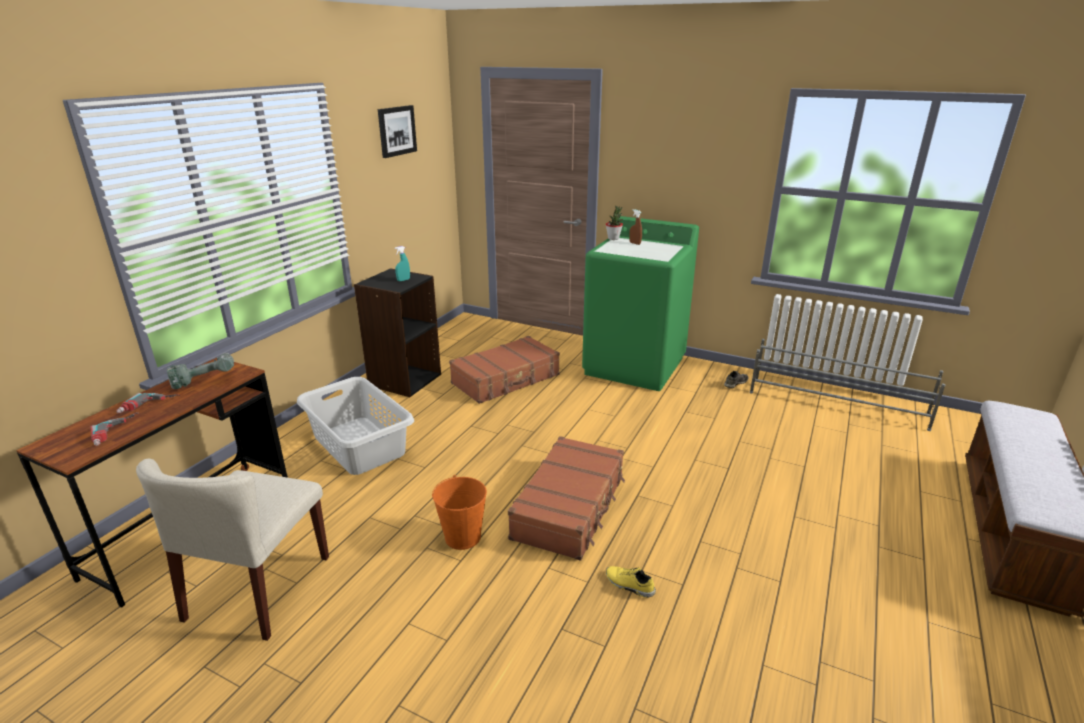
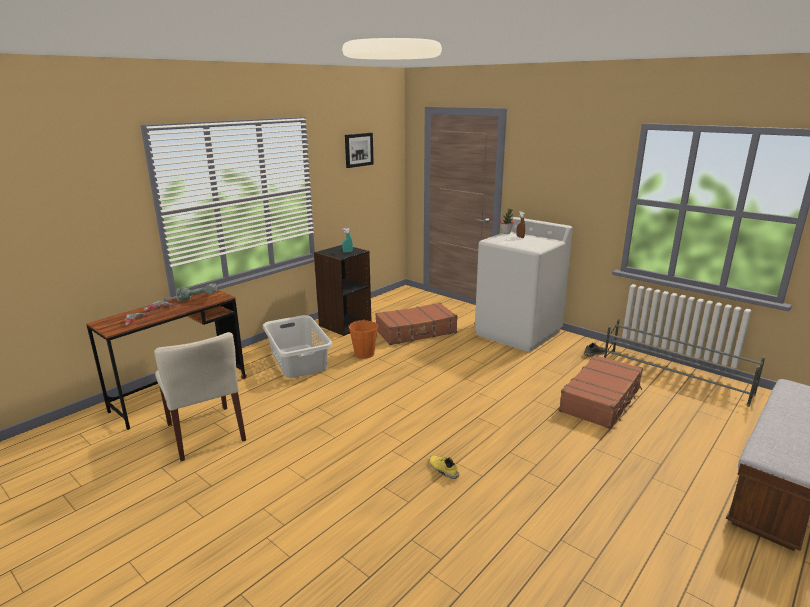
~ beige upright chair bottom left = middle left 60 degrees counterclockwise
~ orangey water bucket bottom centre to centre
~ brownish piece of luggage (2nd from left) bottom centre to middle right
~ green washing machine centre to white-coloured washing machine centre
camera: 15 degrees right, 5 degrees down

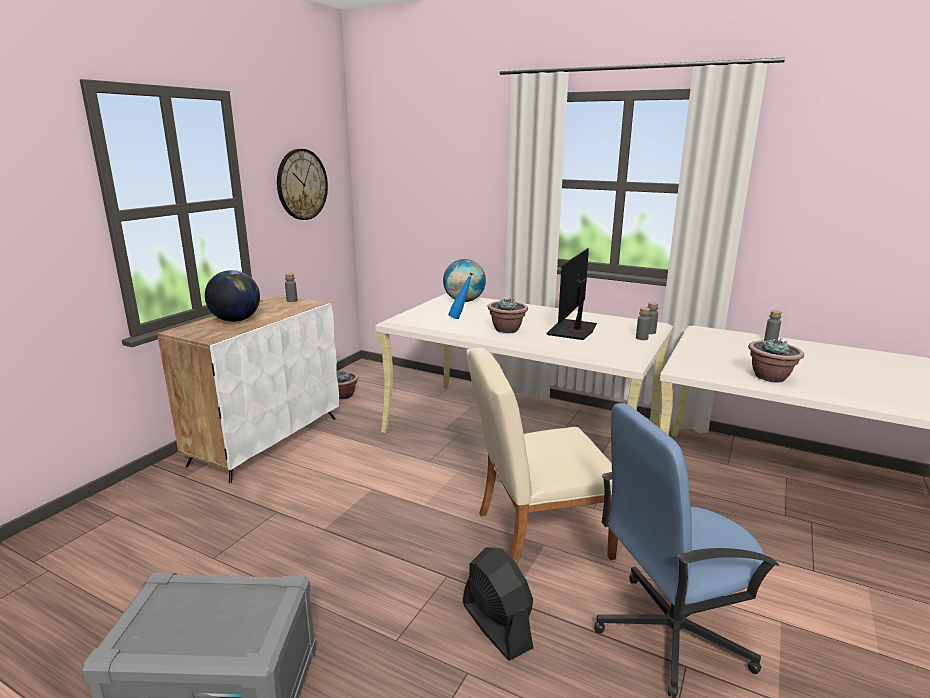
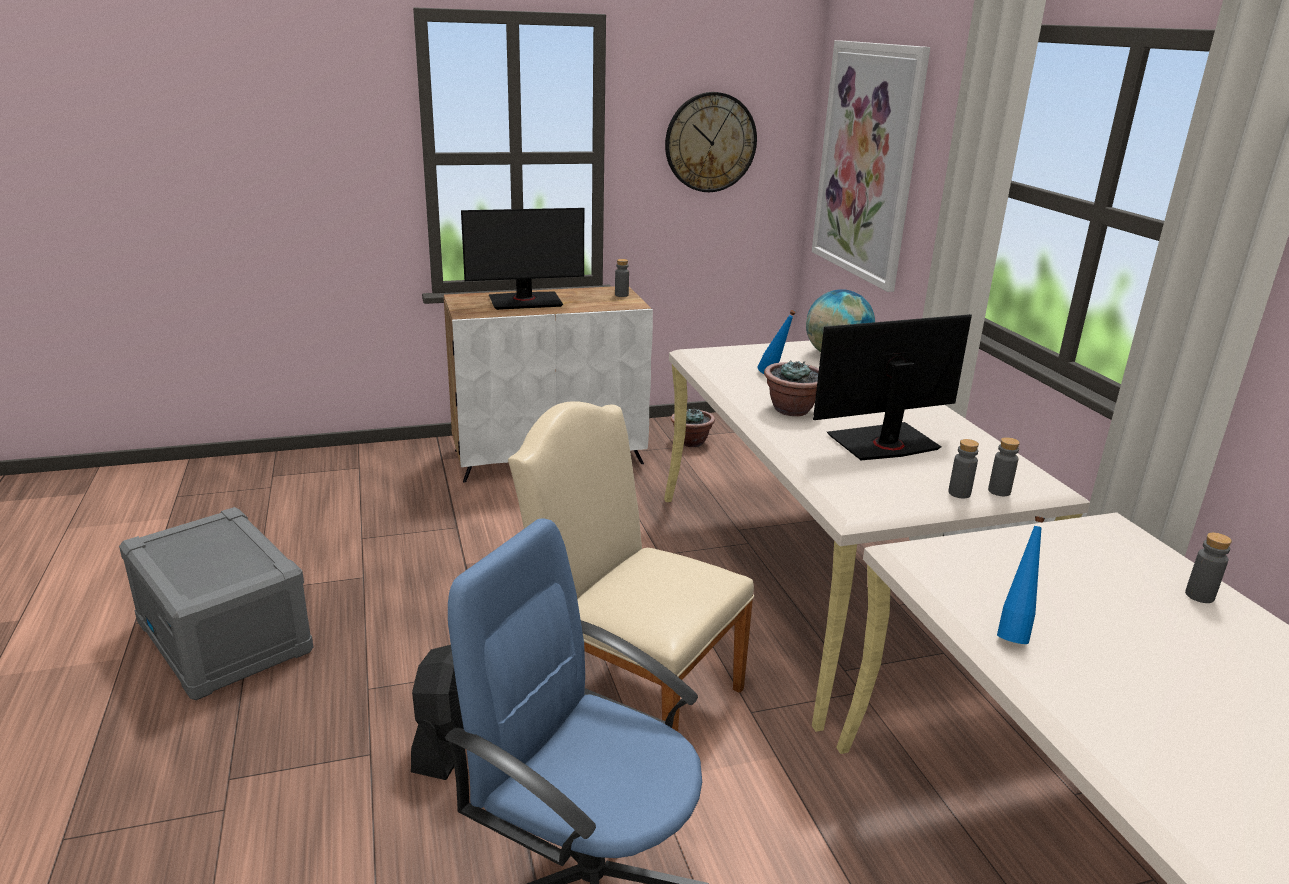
~ desk globe (1st from left) middle left to monitor (1st from left) top centre
~ plant in a pot (3rd from left) middle right to bluish bottle (2nd from left) middle right
+ wall picture top right
camera: 45 degrees right, 5 degrees up

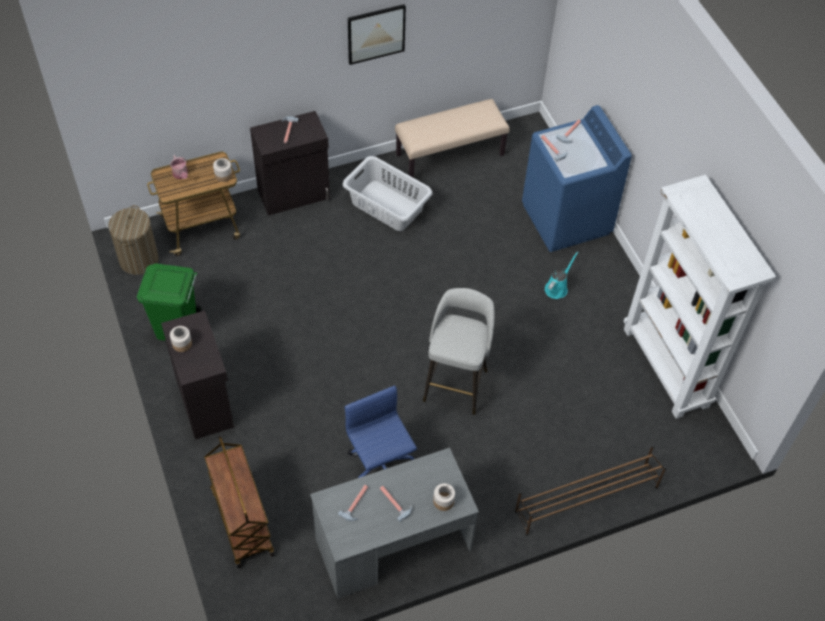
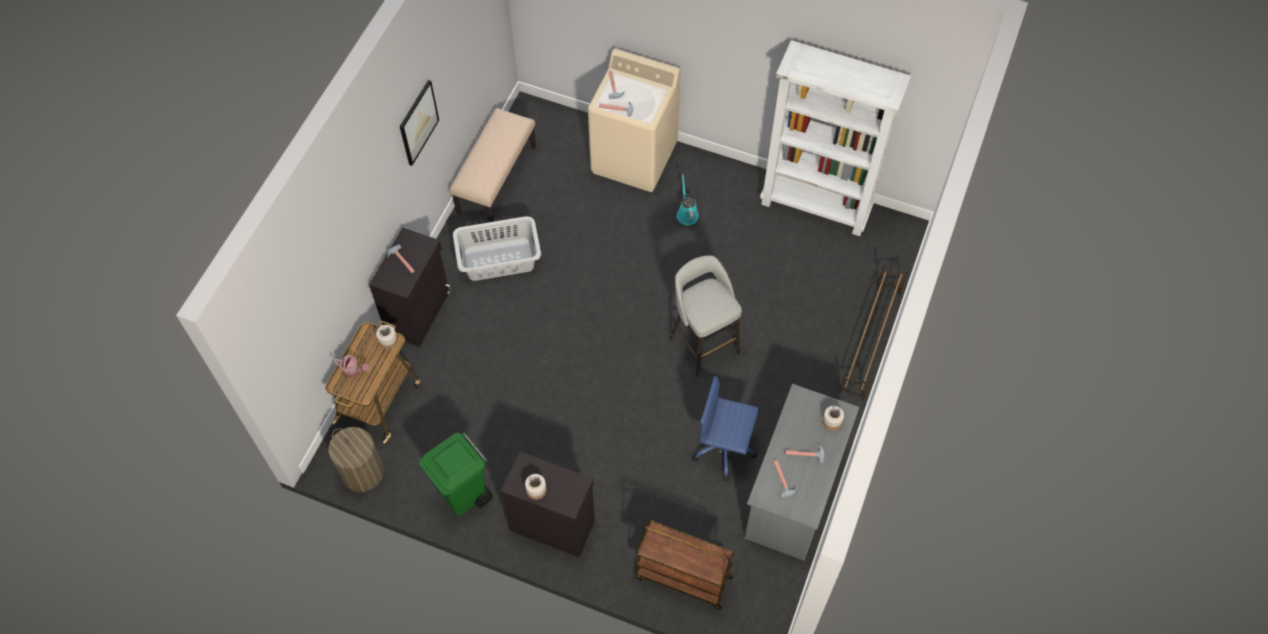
~ bluish washing machine top right to beige washing machine top centre
camera: 45 degrees left, 5 degrees up

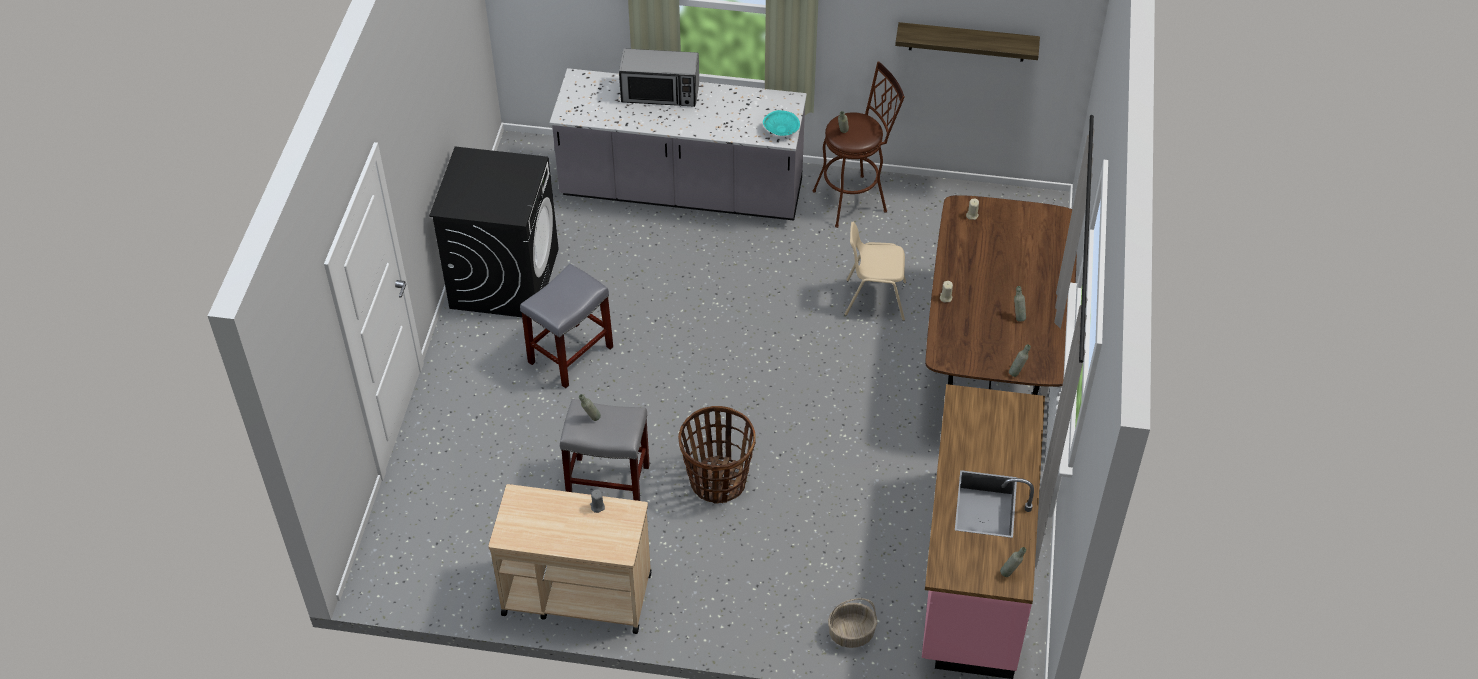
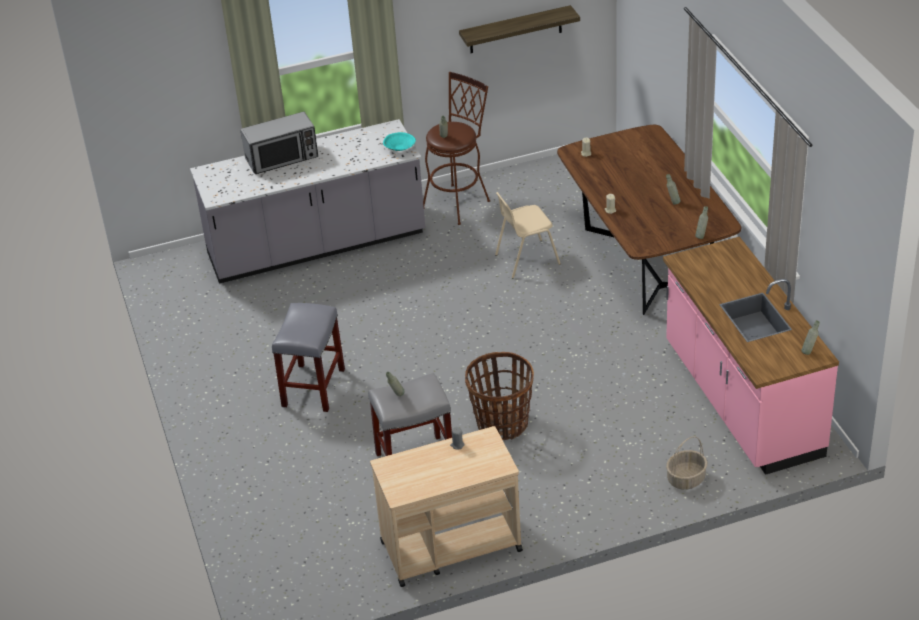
- black washing machine centre
camera: 25 degrees left, 10 degrees down

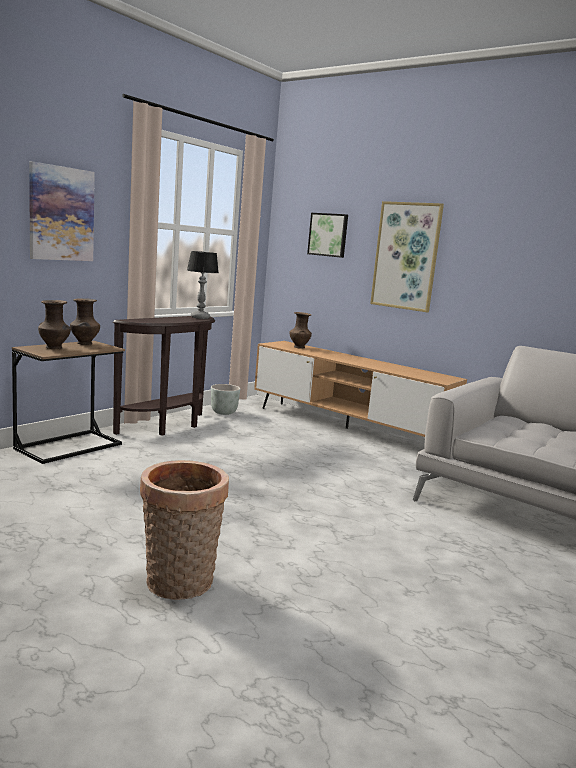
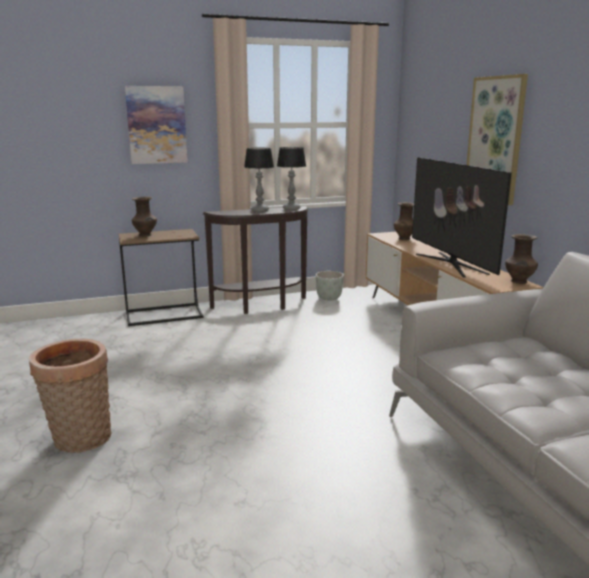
~ brownish decorative vase (2nd from left in the first image) middle left to brownish decorative vase (3rd from left) middle right
- wall picture (2nd from left) top centre
+ lamp for a table (1st from left) top centre
+ television middle right
camera: 35 degrees right, 5 degrees up

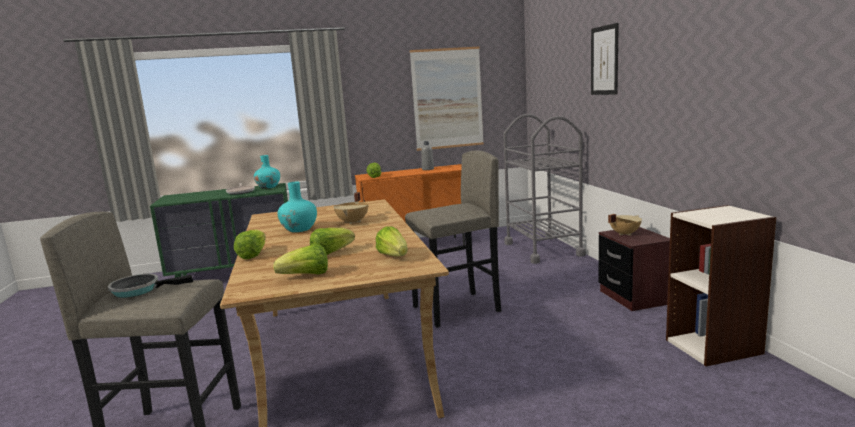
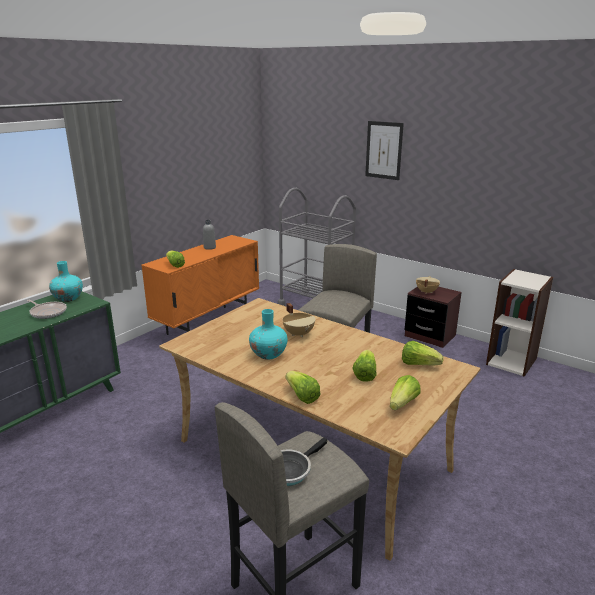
- wall picture (1st from left) top centre
camera: 40 degrees left, 10 degrees up

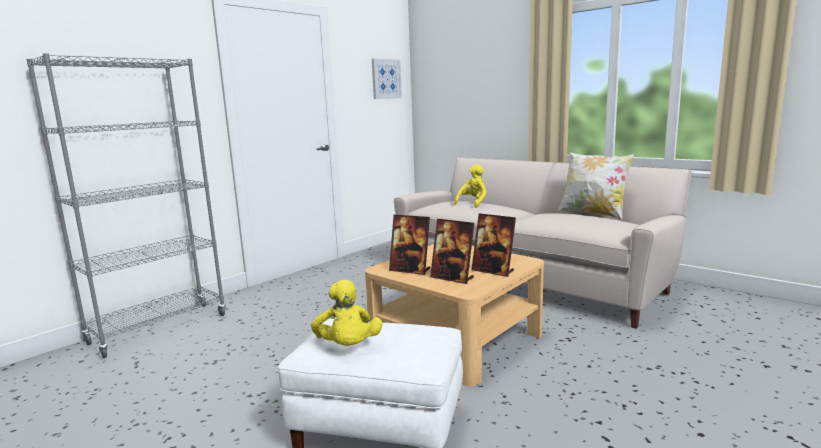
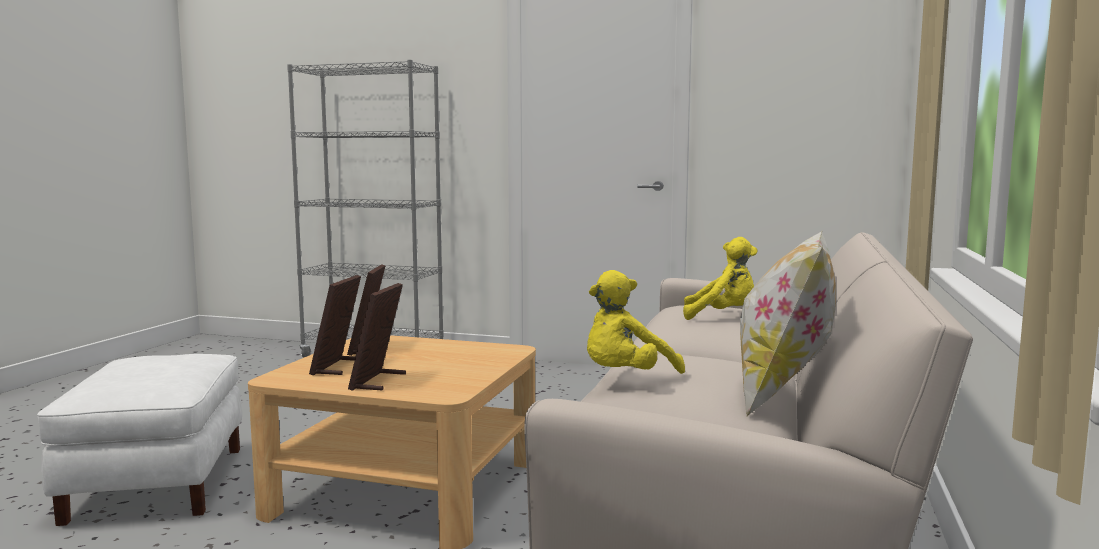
~ yellow cuddly toy (1st from left) bottom centre to centre
- wall picture top centre
camera: 65 degrees right, 5 degrees down

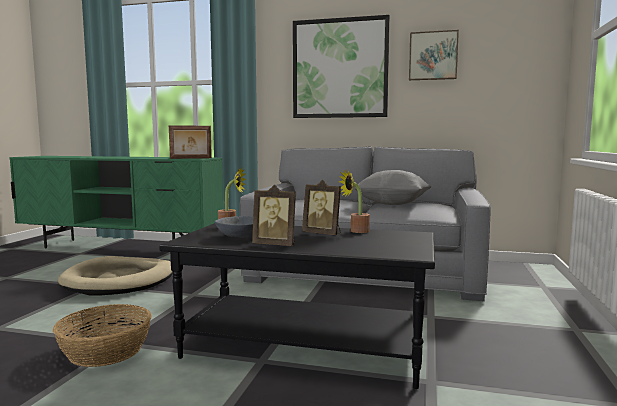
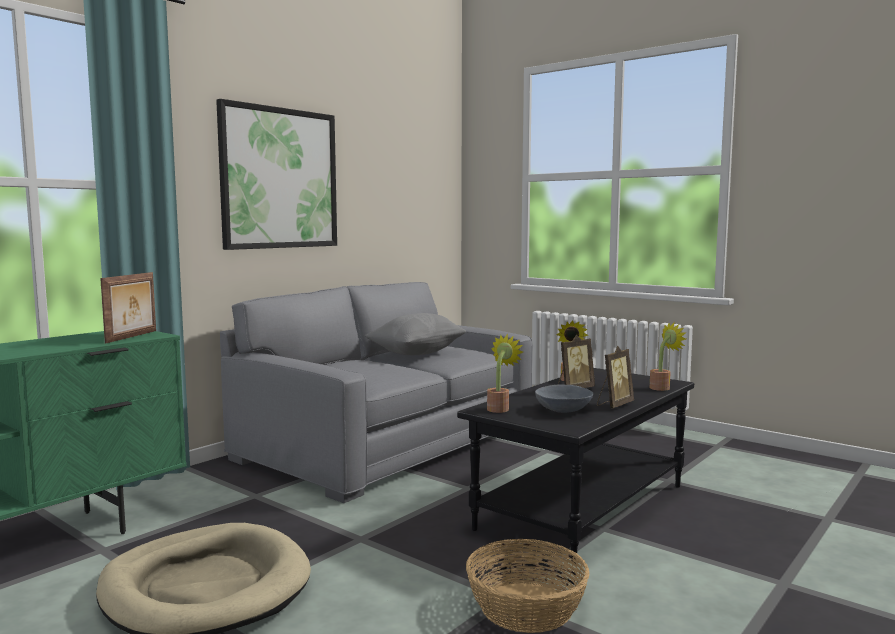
- wall picture (2nd from left) top right
+ plant in a pot (3rd from left) middle right
camera: 65 degrees left, 0 degrees up

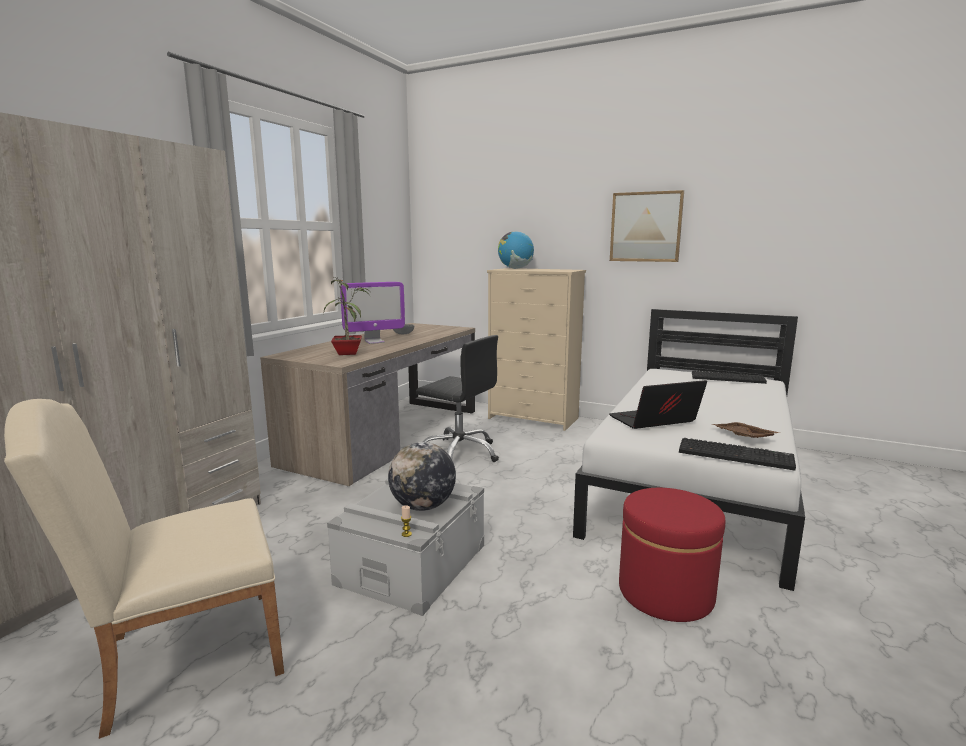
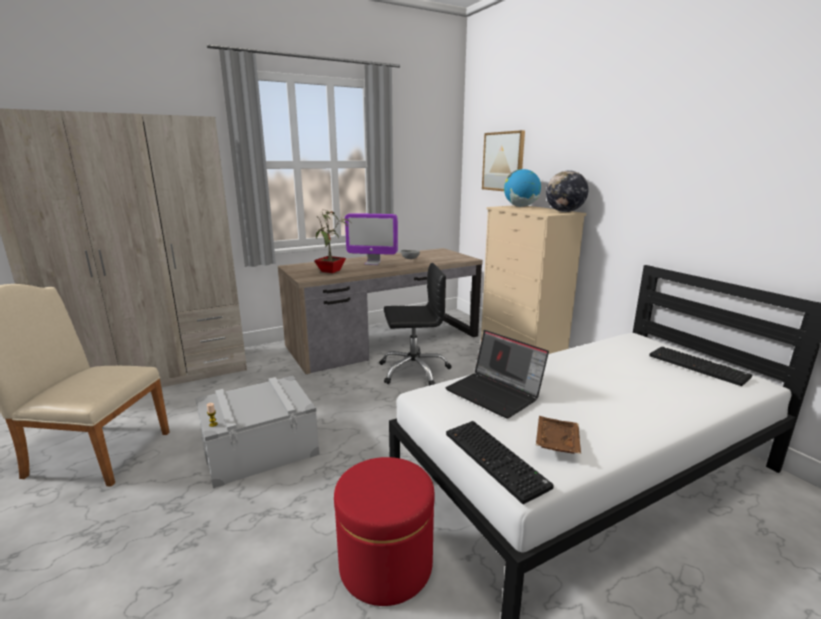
~ desk globe (1st from left in the first image) centre to desk globe (2nd from left) top right
~ black office chair centre = centre 75 degrees counterclockwise
~ notebook computer middle right = centre 150 degrees counterclockwise
~ wall picture top right to top centre
camera: 35 degrees right, 5 degrees up

